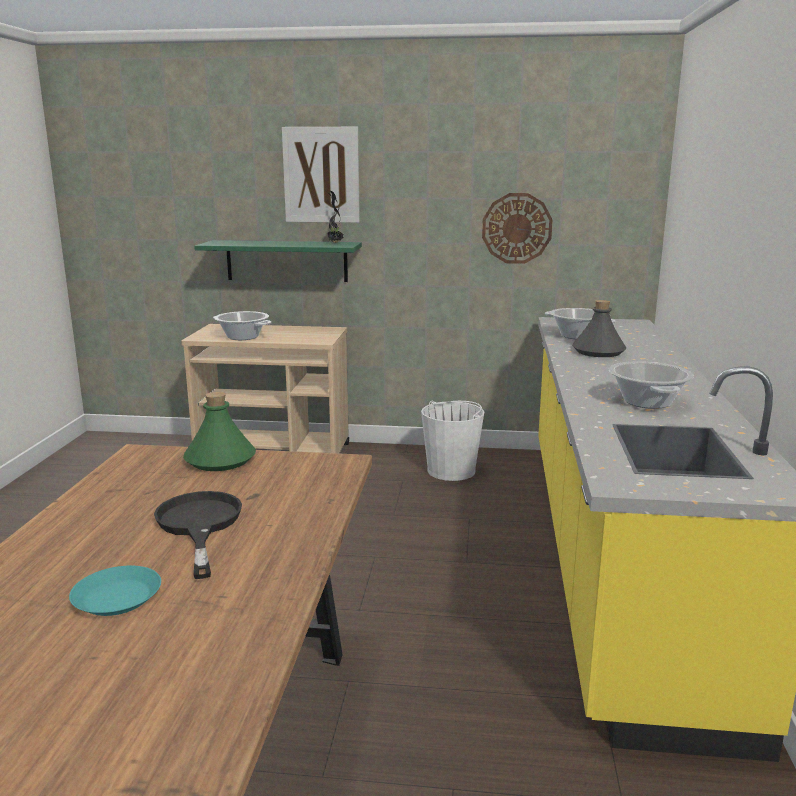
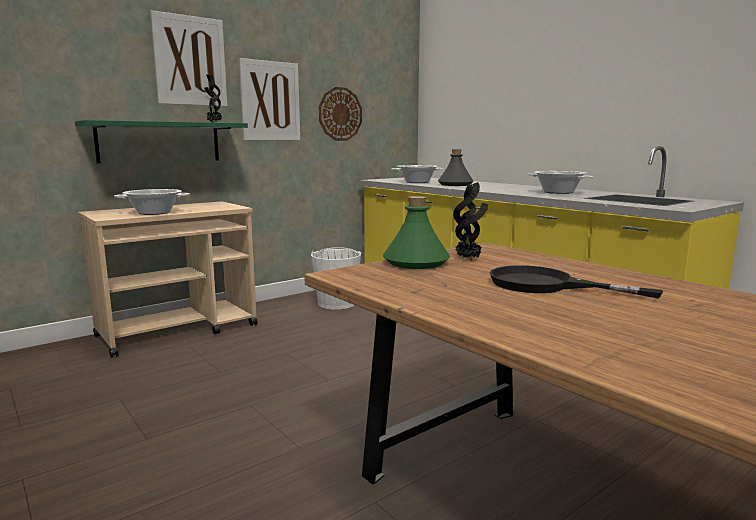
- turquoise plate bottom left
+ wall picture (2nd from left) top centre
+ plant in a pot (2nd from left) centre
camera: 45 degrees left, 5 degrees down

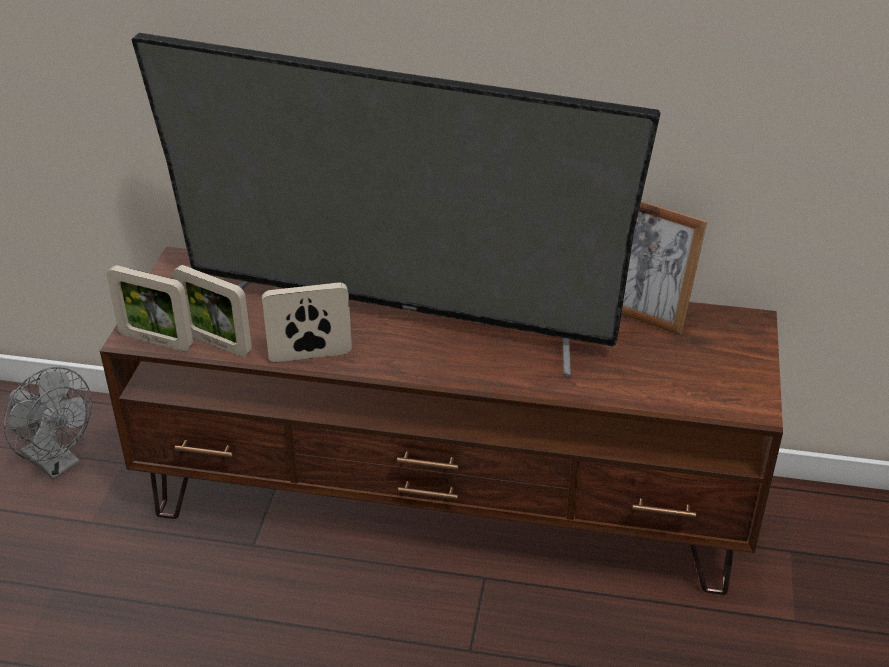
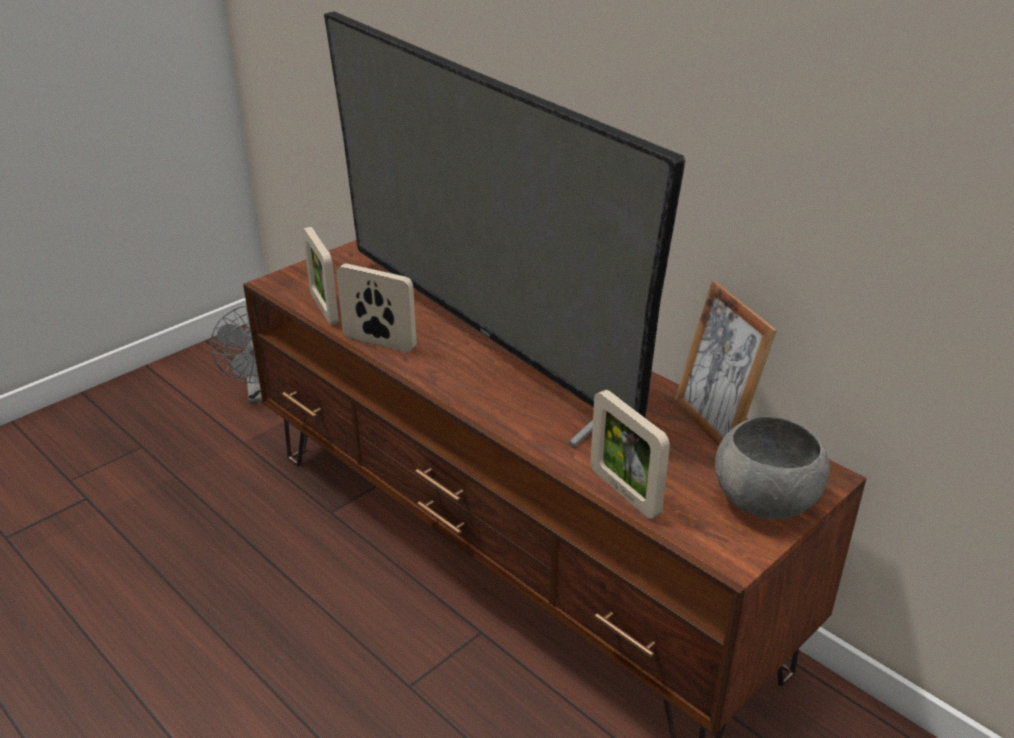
~ standing frame (1st from left in the first image) middle left to standing frame (3rd from left) centre
+ greyish serving bowl middle right
camera: 35 degrees right, 5 degrees down

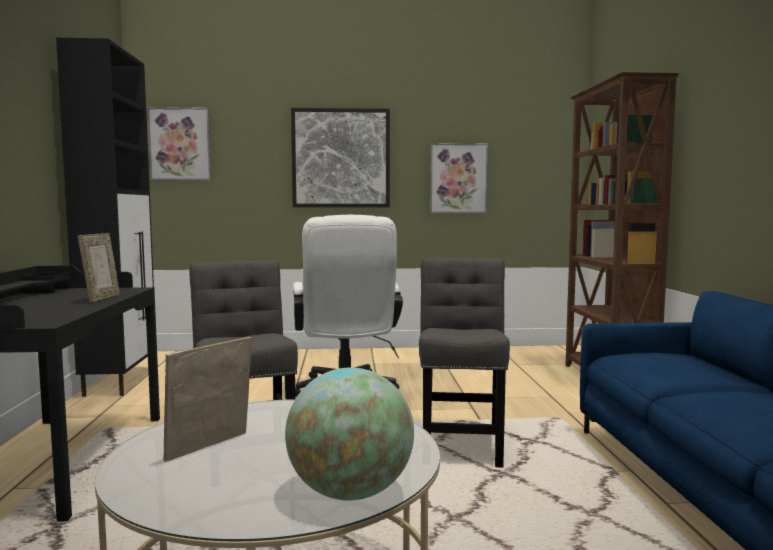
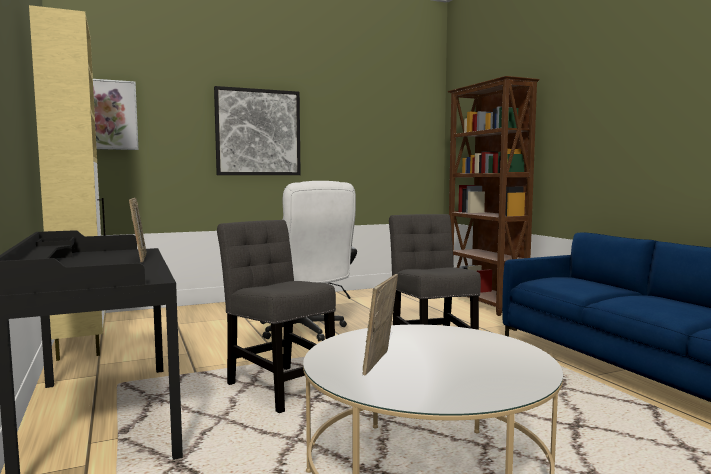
~ black storage cabinet middle left to beige storage cabinet middle left
- desk globe bottom centre
- wall picture (3rd from left) top centre
camera: 20 degrees left, 0 degrees up

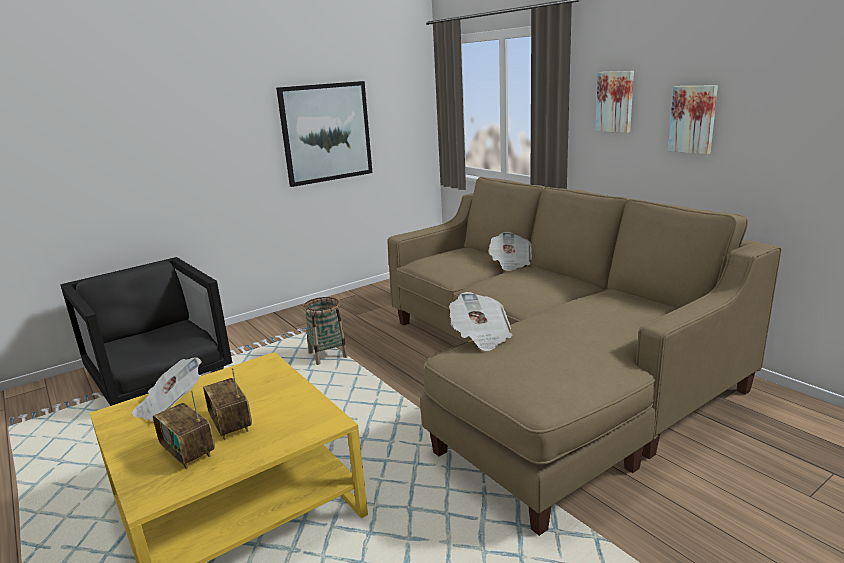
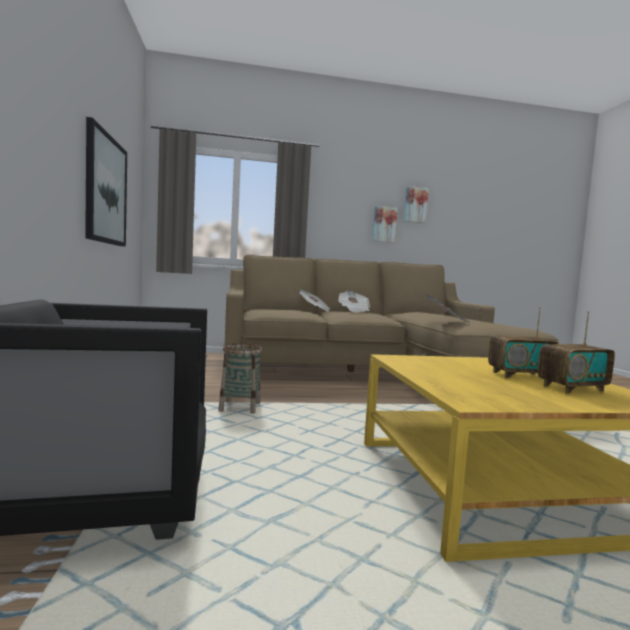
~ newspaper (1st from left in the first image) bottom left to newspaper (2nd from left) centre
~ wall picture (2nd from left in the first image) top right to wall picture (3rd from left) top centre
camera: 65 degrees left, 15 degrees down

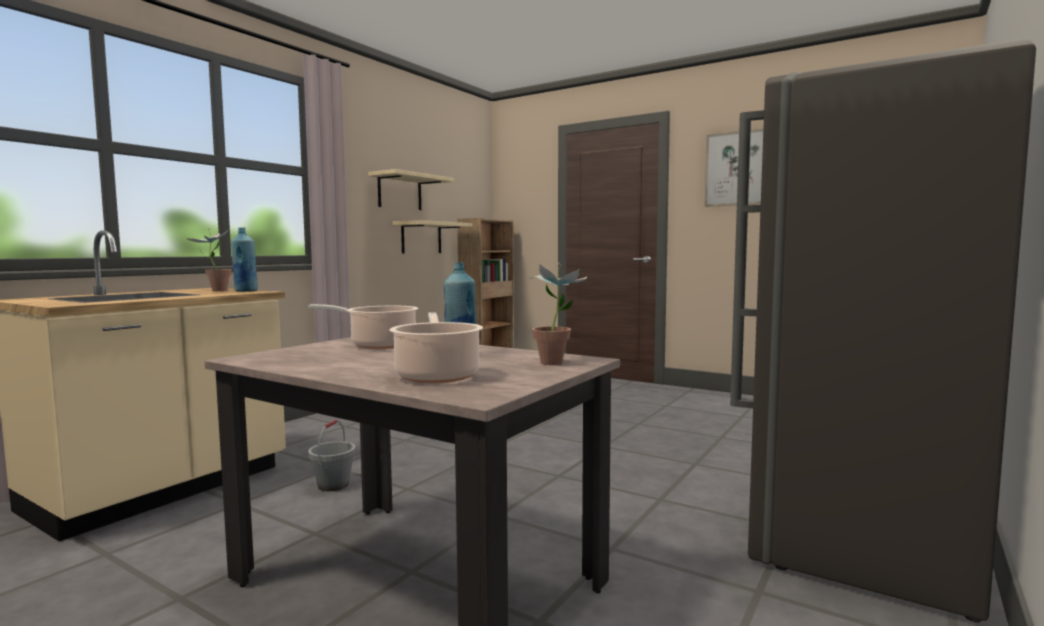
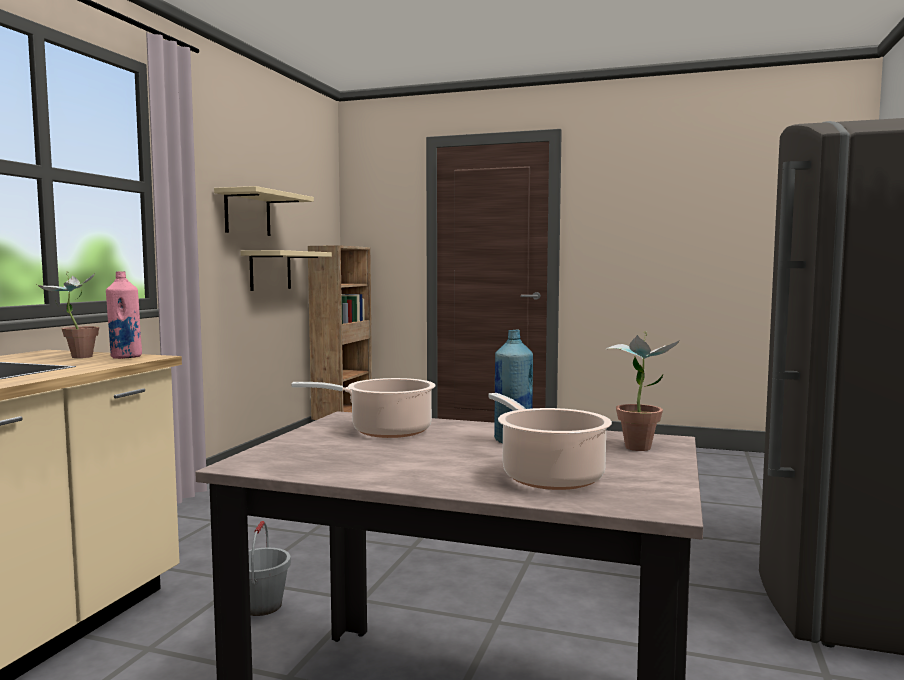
~ bluish bottle (1st from left) middle left to pink-coloured bottle middle left
- wall picture top right
camera: 15 degrees left, 0 degrees up

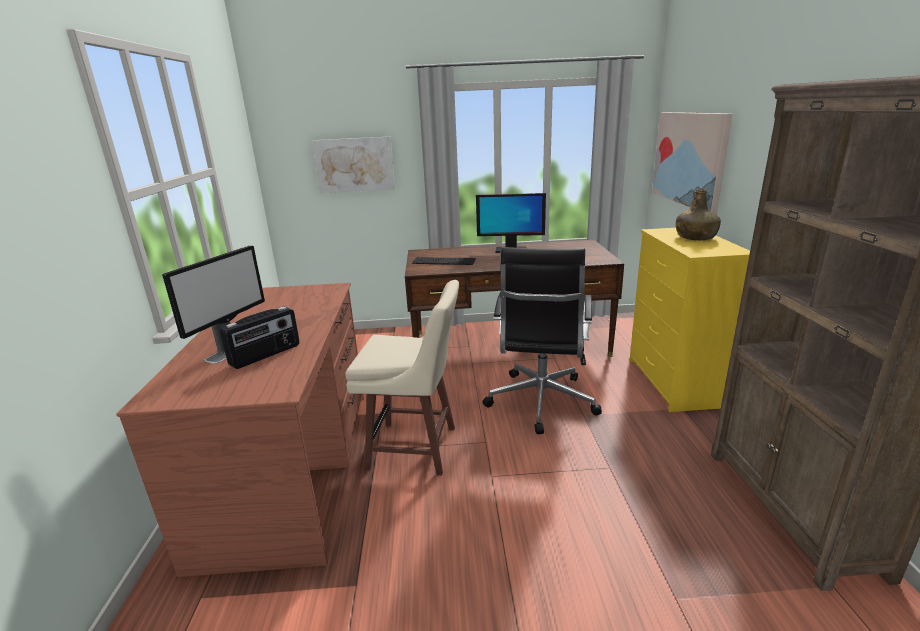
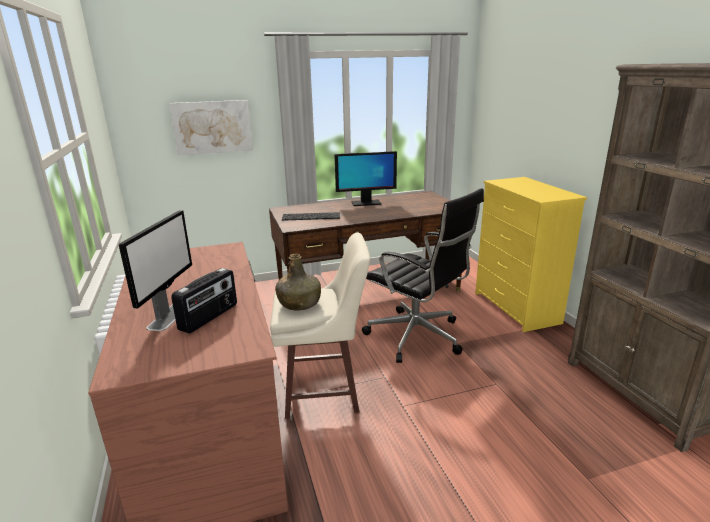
~ black office chair centre = centre 45 degrees counterclockwise
- wall picture (2nd from left) top right
~ green bottle middle right to centre
camera: 15 degrees left, 0 degrees up

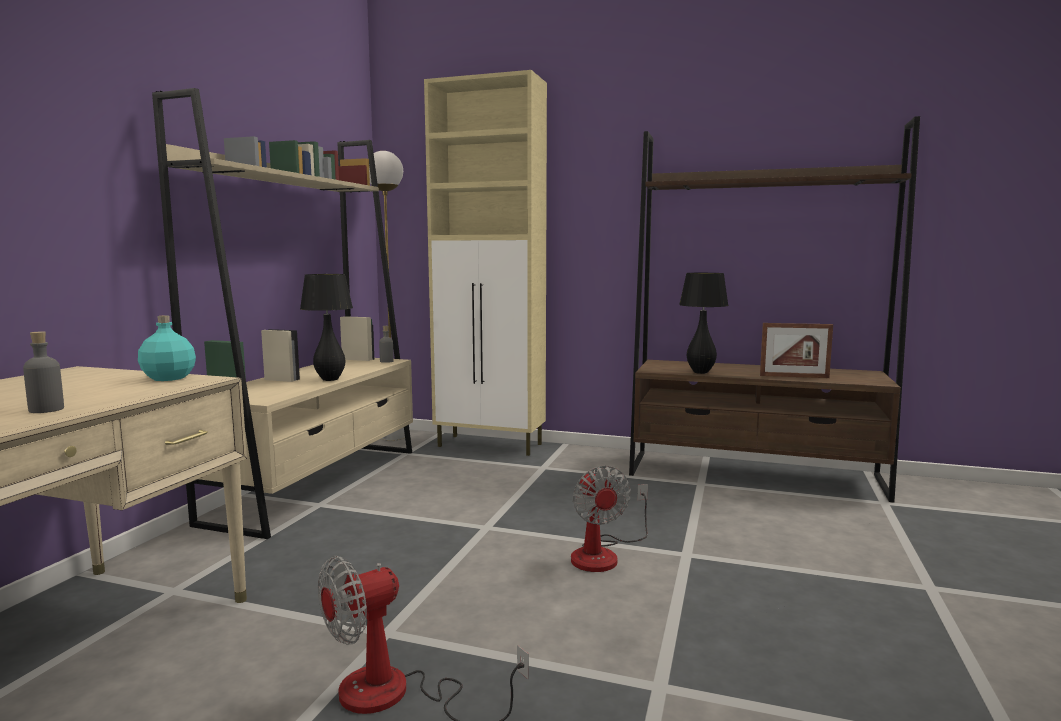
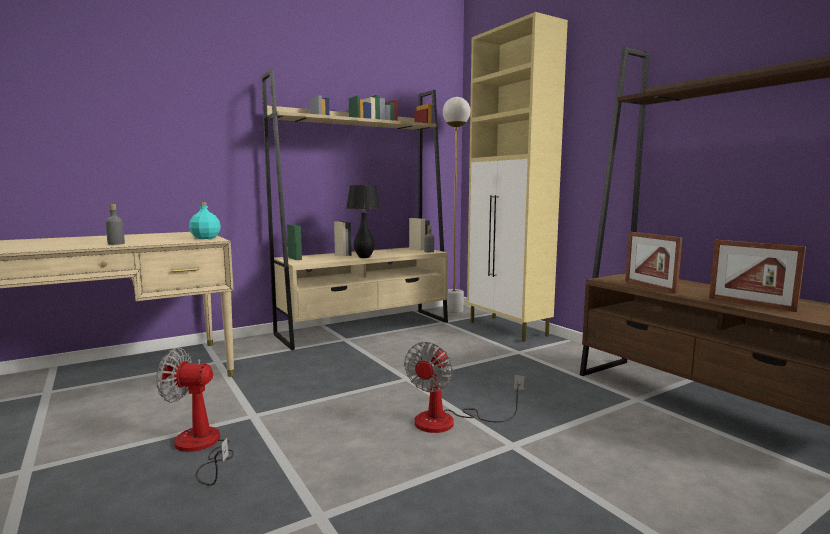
~ black lamp for a table (2nd from left) centre to standing frame (1st from left) middle right
camera: 40 degrees right, 0 degrees up

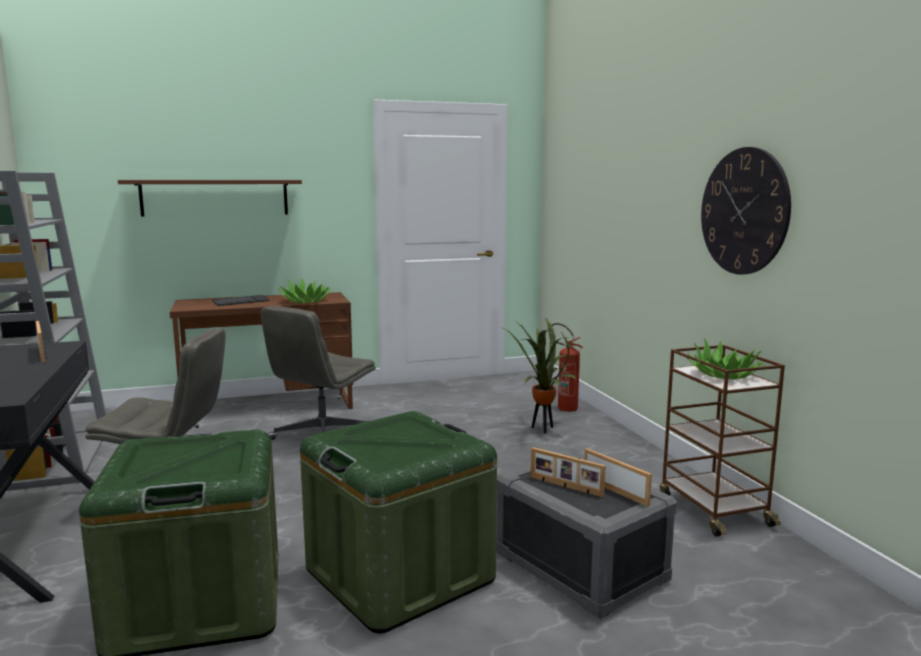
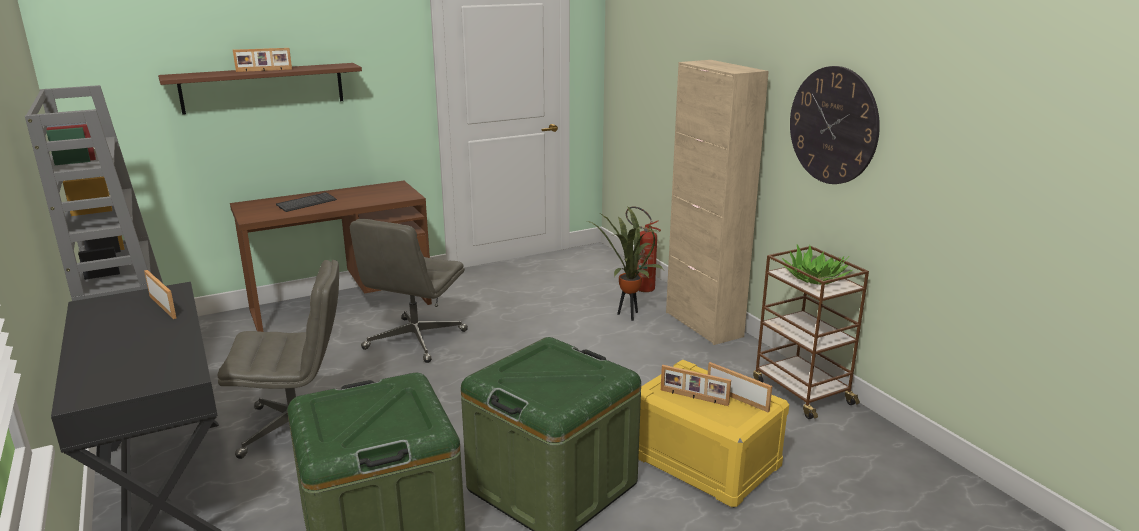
- plant in a pot (1st from left) middle left
~ greyish storage box bottom centre to yellow storage box bottom centre
+ standing frame (2nd from left) top left
+ beige storage cabinet centre
camera: 10 degrees left, 10 degrees up

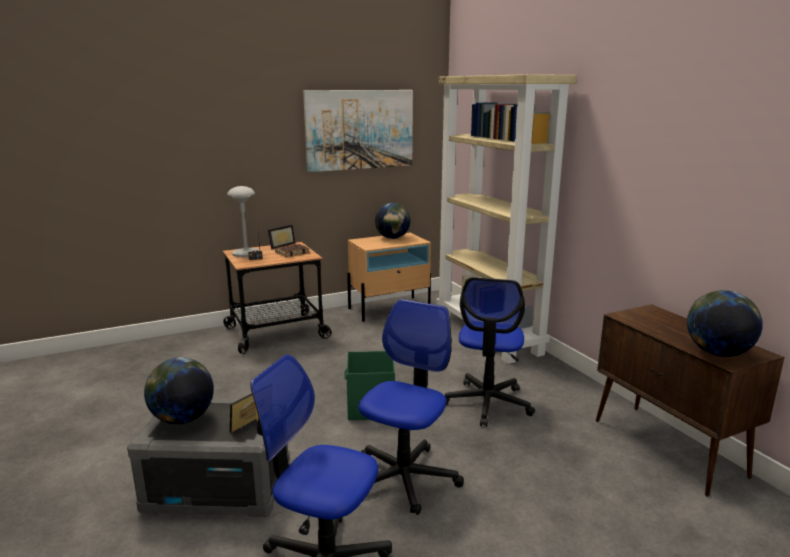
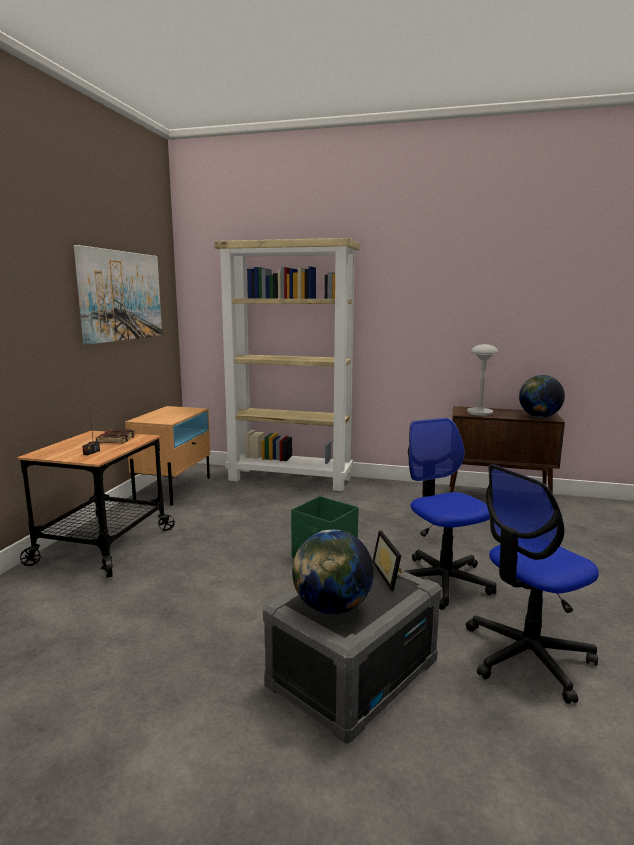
~ greyish lamp for a table middle left to middle right
- standing frame (2nd from left) centre
- desk globe (2nd from left) centre
- office chair (3rd from left) centre
camera: 50 degrees left, 5 degrees down

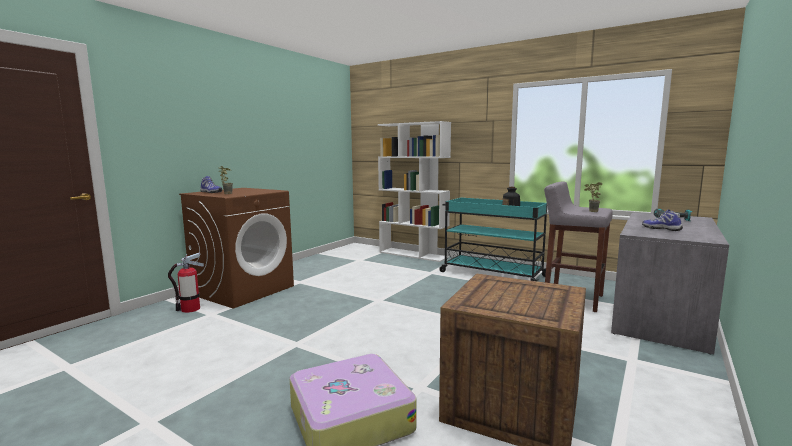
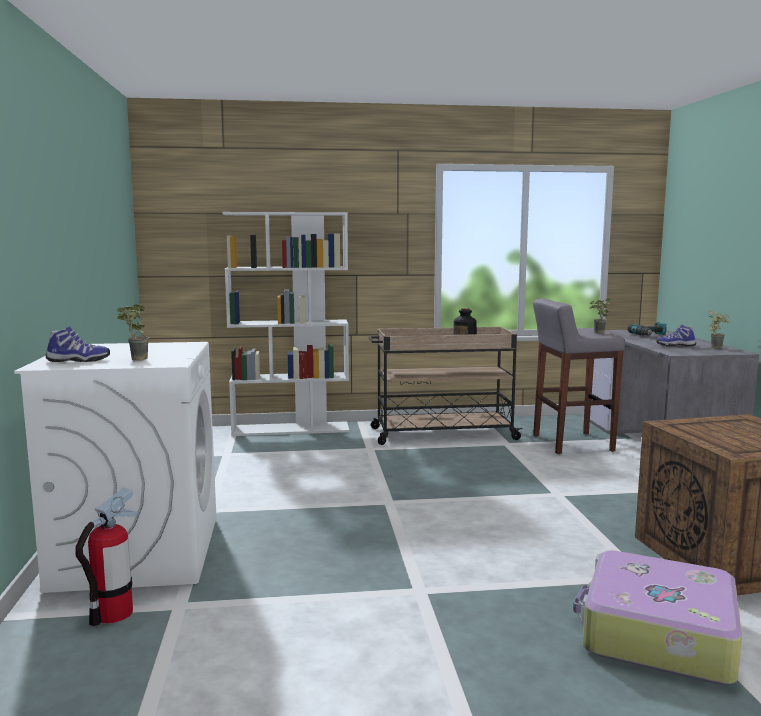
~ brownish washing machine middle left to white-coloured washing machine middle left
~ turquoise cart centre to beige cart centre
+ plant in a pot (3rd from left) middle right
camera: 40 degrees left, 0 degrees up

